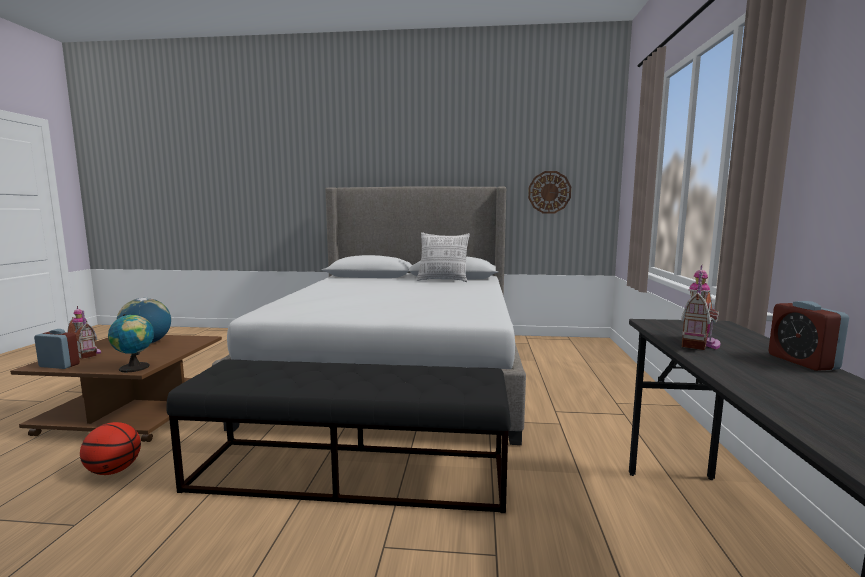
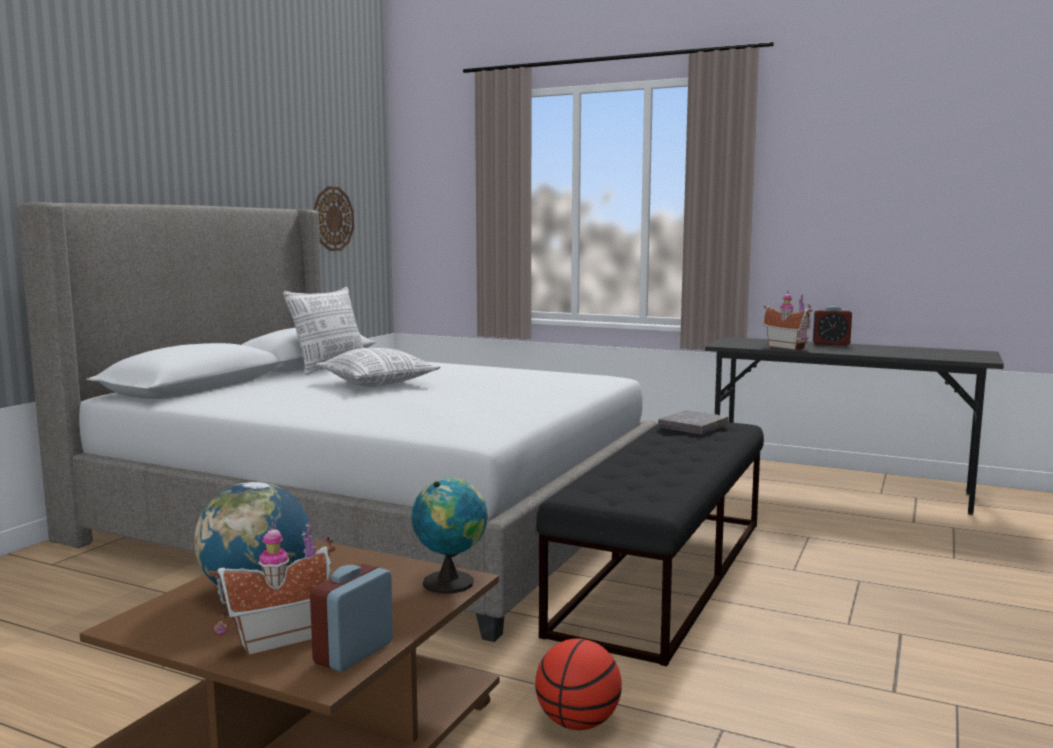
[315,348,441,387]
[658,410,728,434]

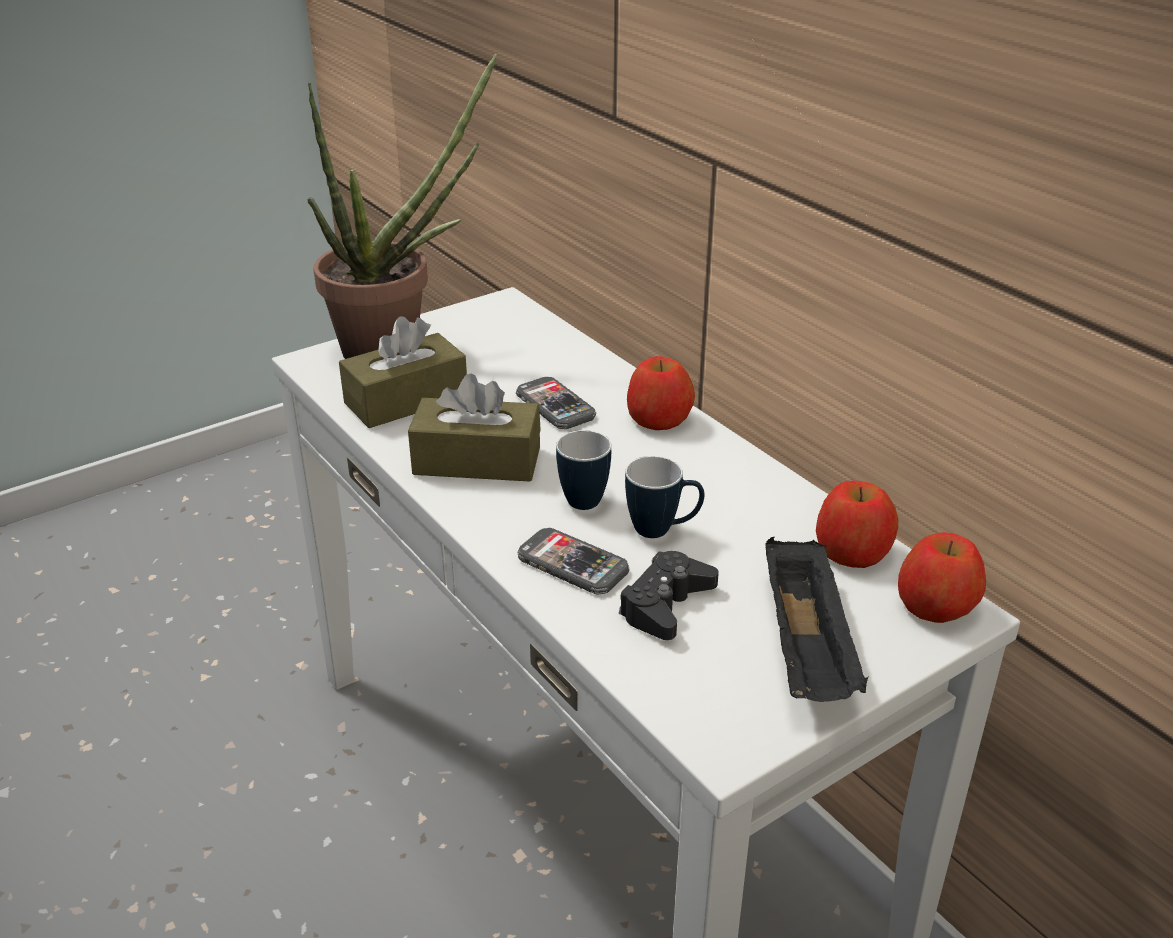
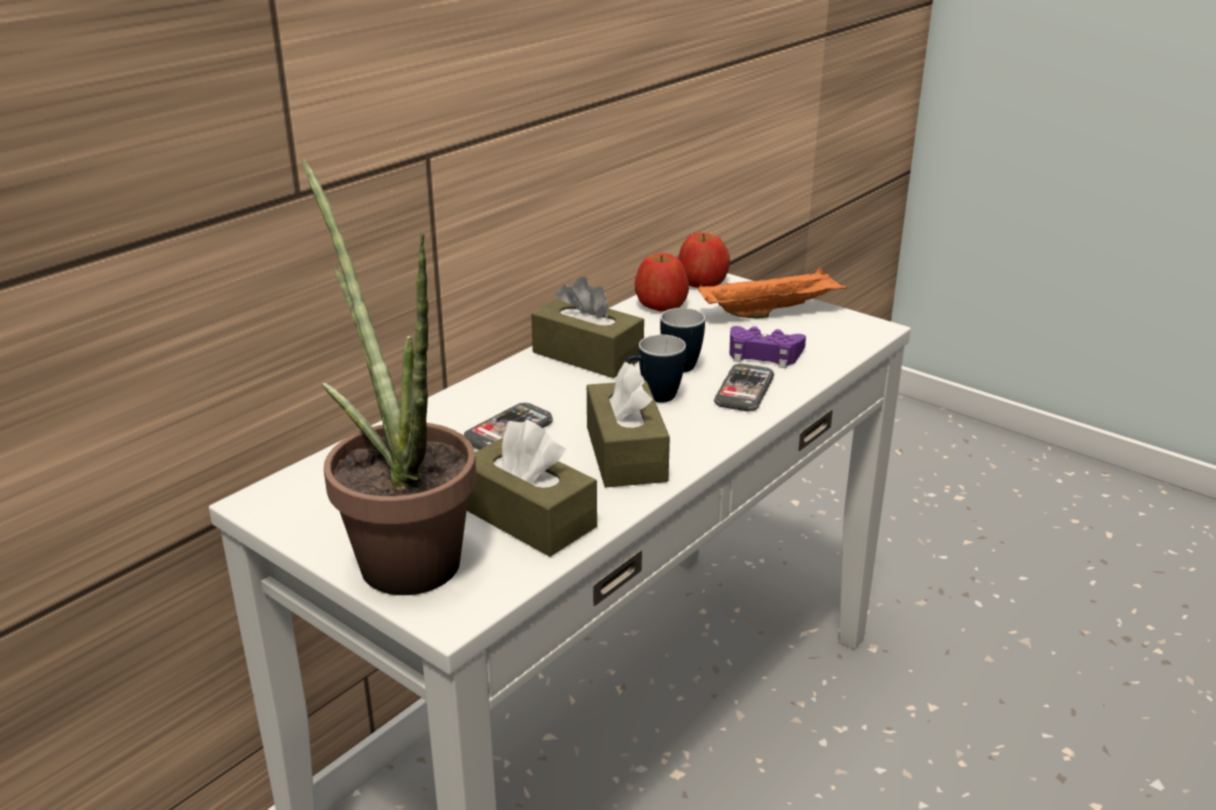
[729,326,806,368]
[627,356,695,430] (first image)
[698,267,848,318]
[531,277,644,378]

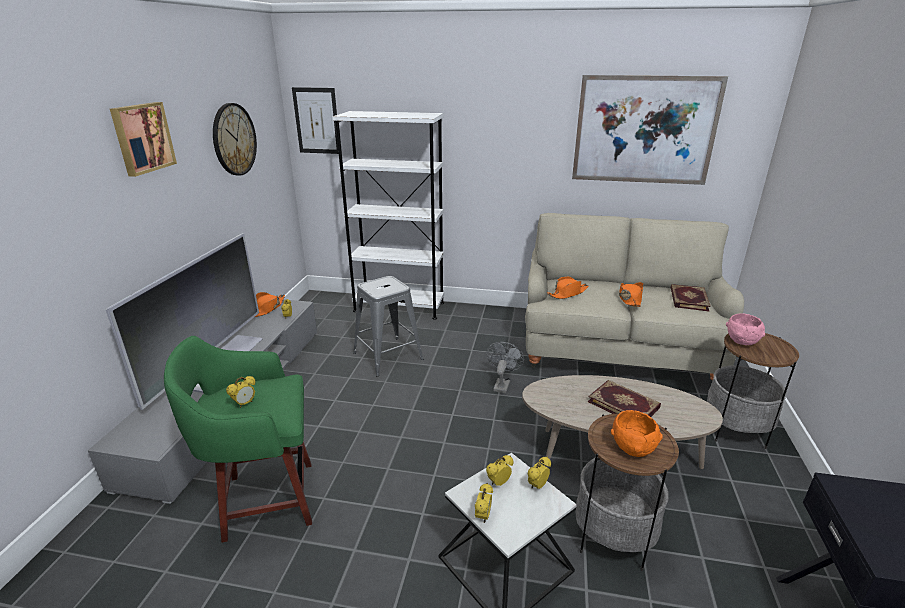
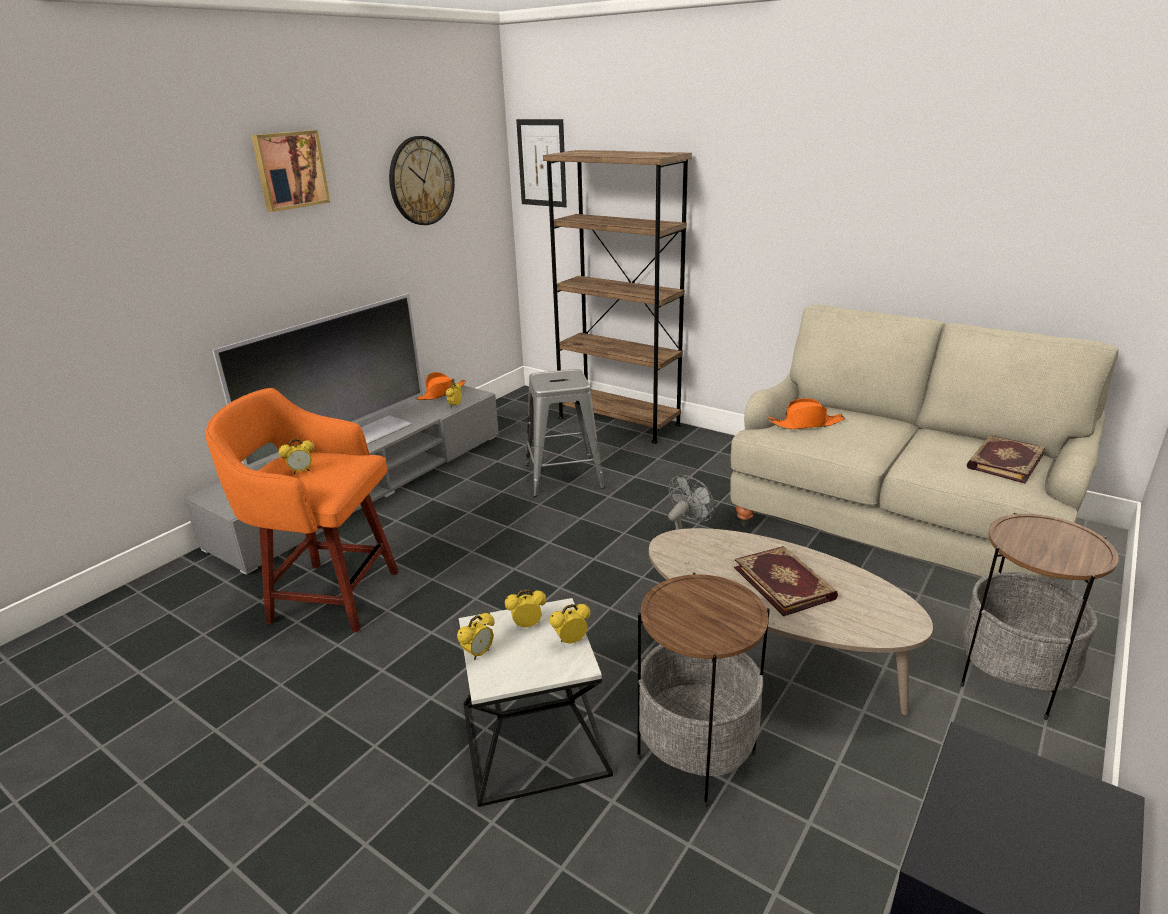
[206,388,399,632]
[543,150,692,443]
[572,75,728,185] (first image)
[611,410,663,457] (first image)
[619,282,644,307] (first image)
[726,313,765,345] (first image)

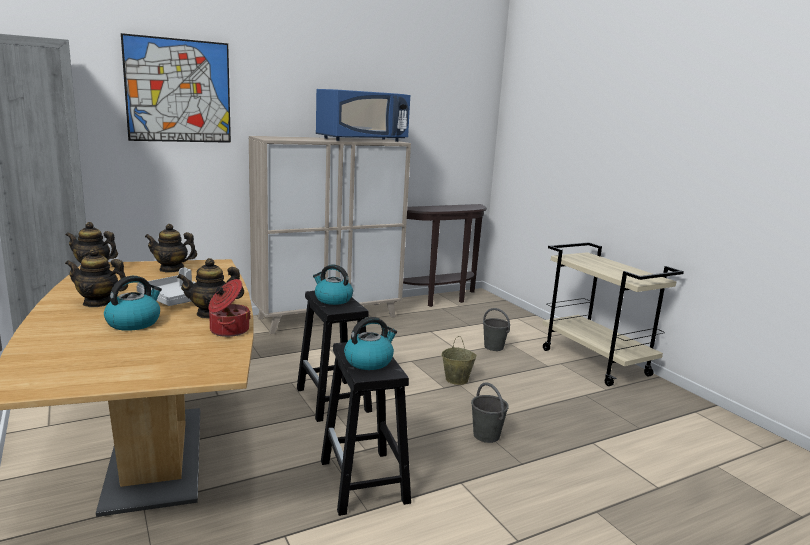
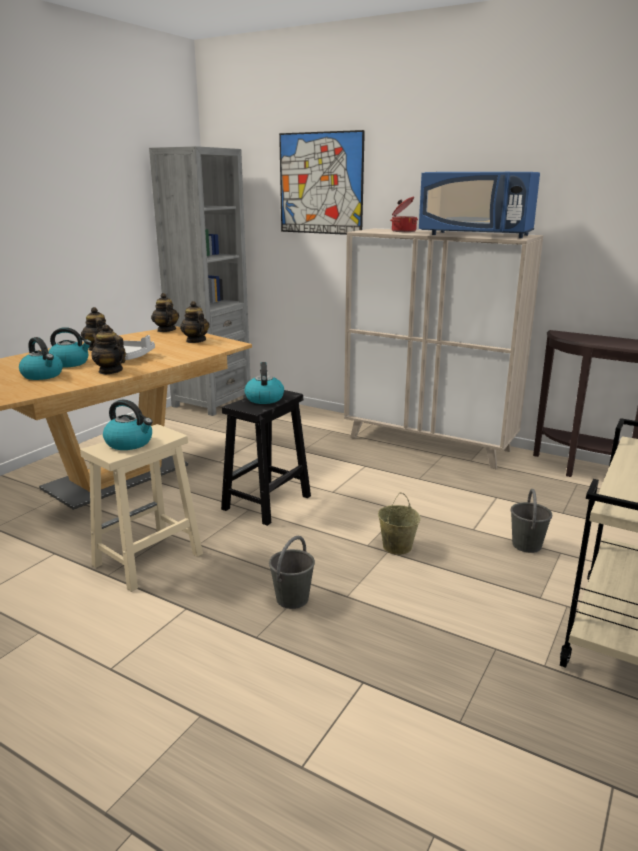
[390,197,418,232]
[80,424,203,592]
[19,337,63,380]

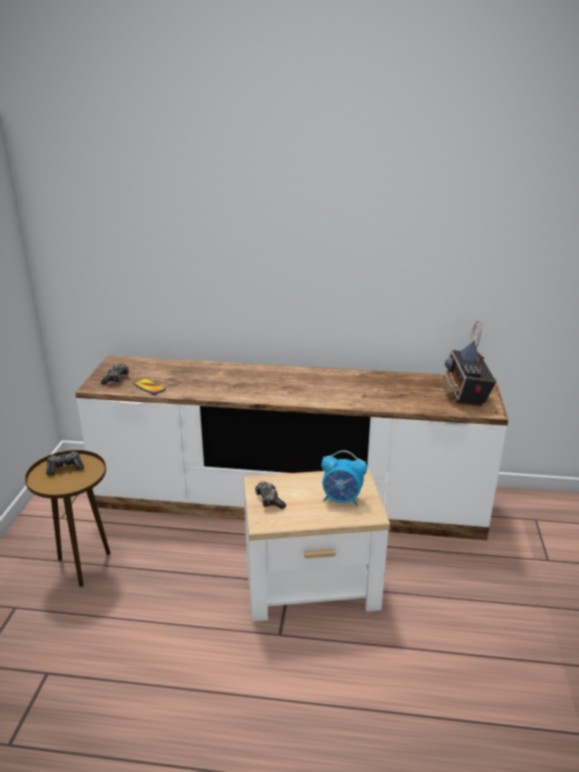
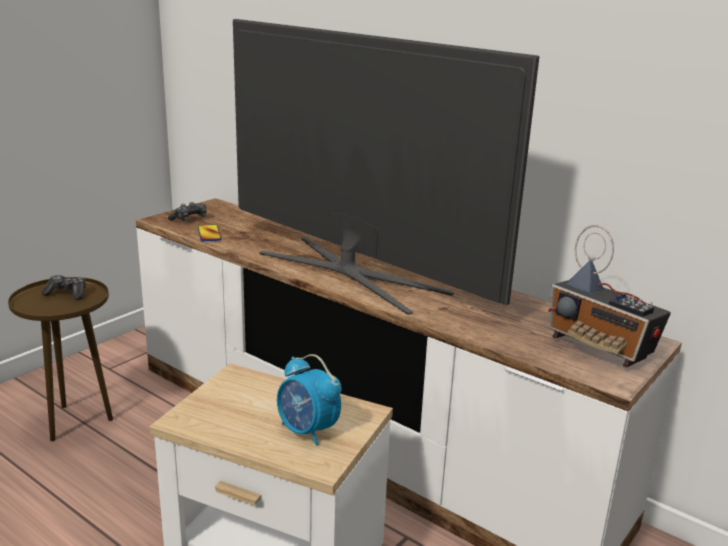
[255,482,286,509] (first image)
[548,225,671,368]
[233,19,539,315]

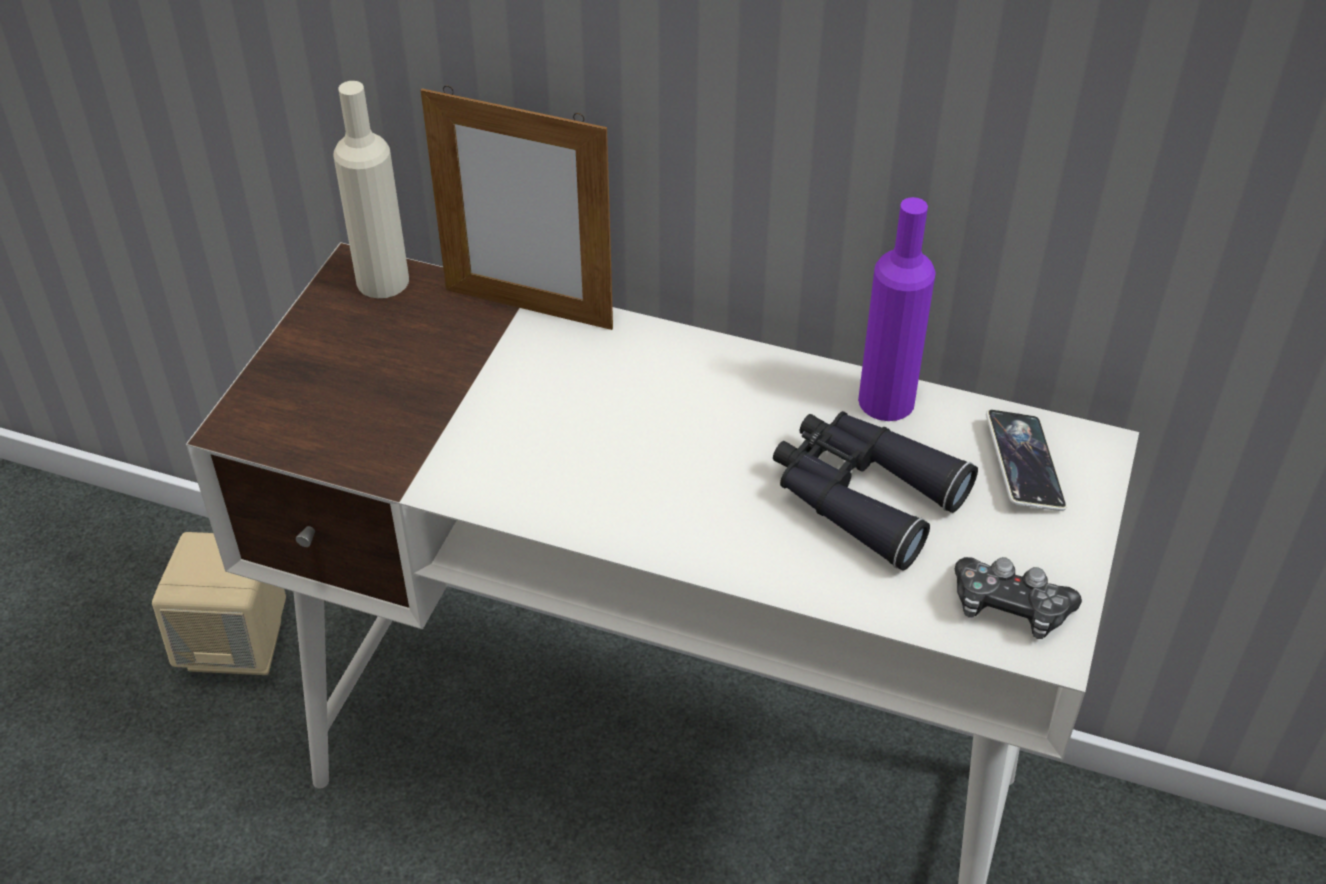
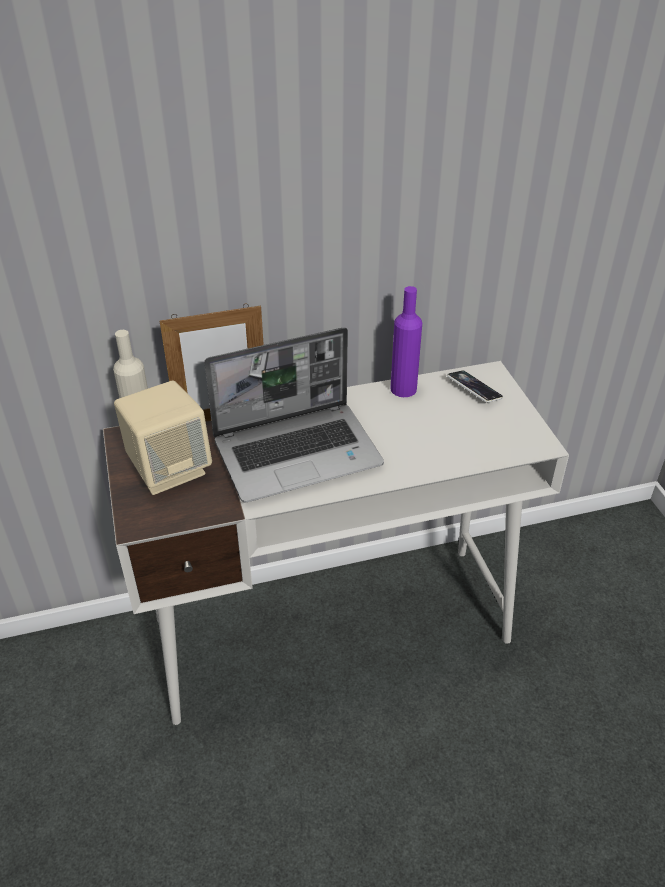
[114,380,212,495]
[773,411,978,571] (first image)
[955,557,1082,639] (first image)
[204,327,384,503]

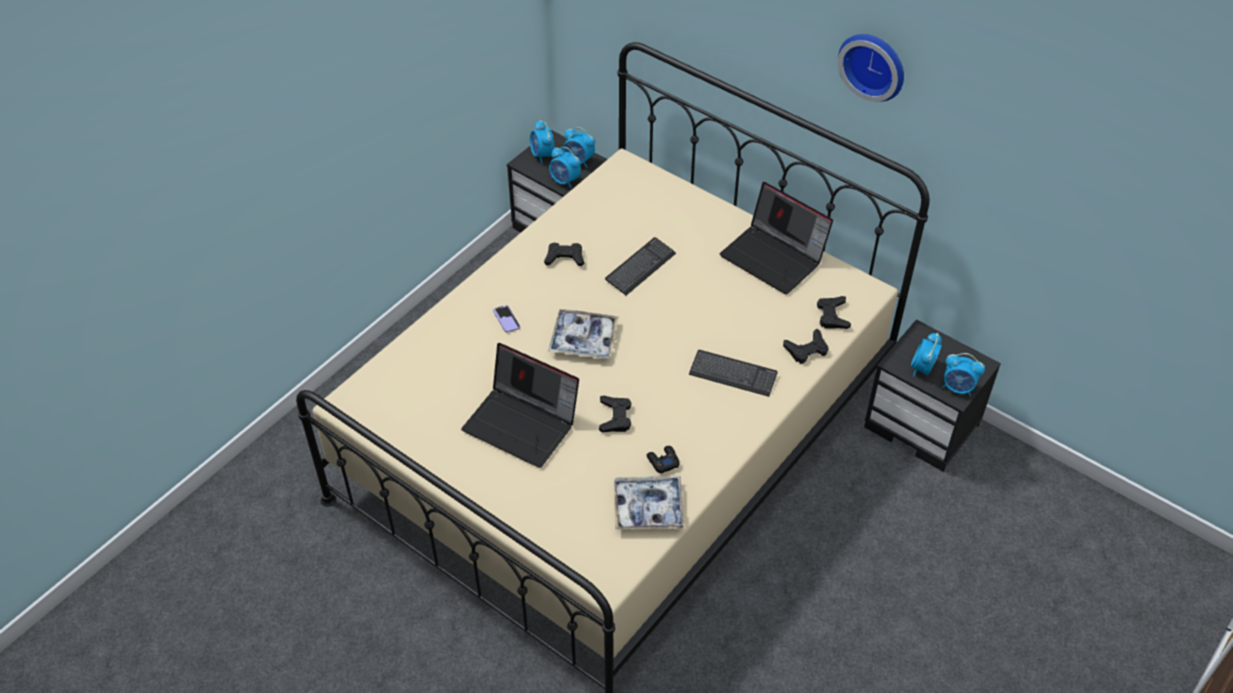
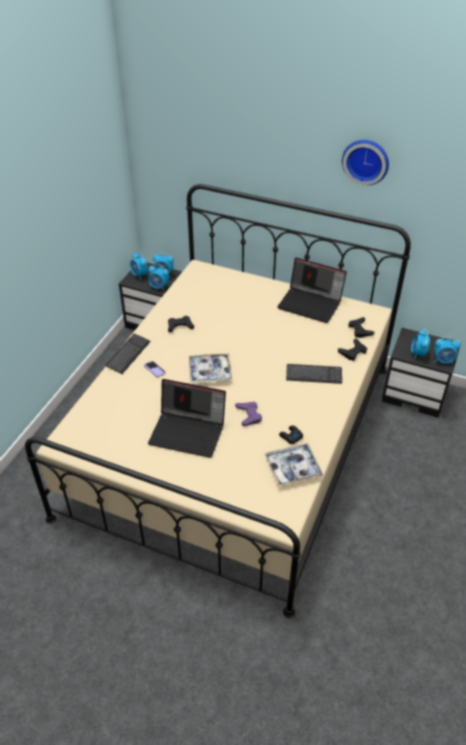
[235,402,262,426]
[105,334,151,374]

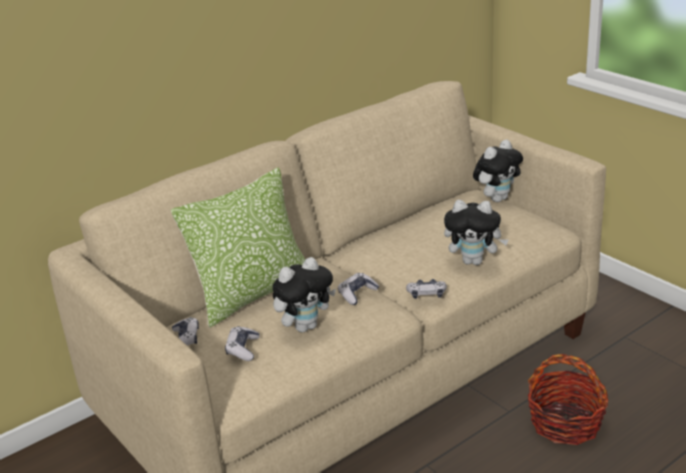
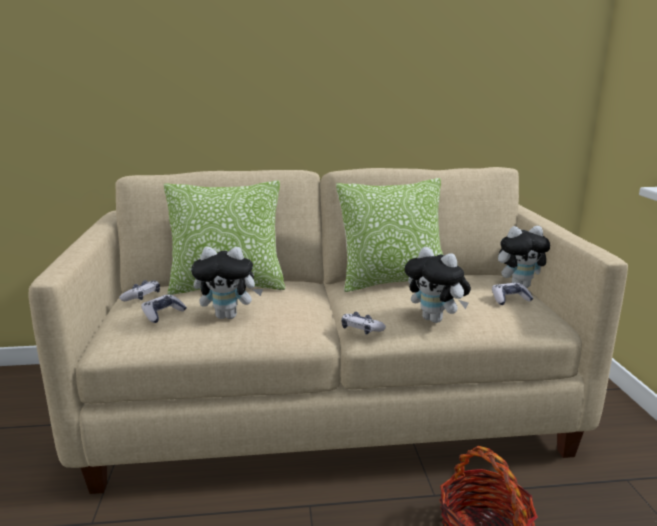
[492,282,533,305]
[336,178,443,292]

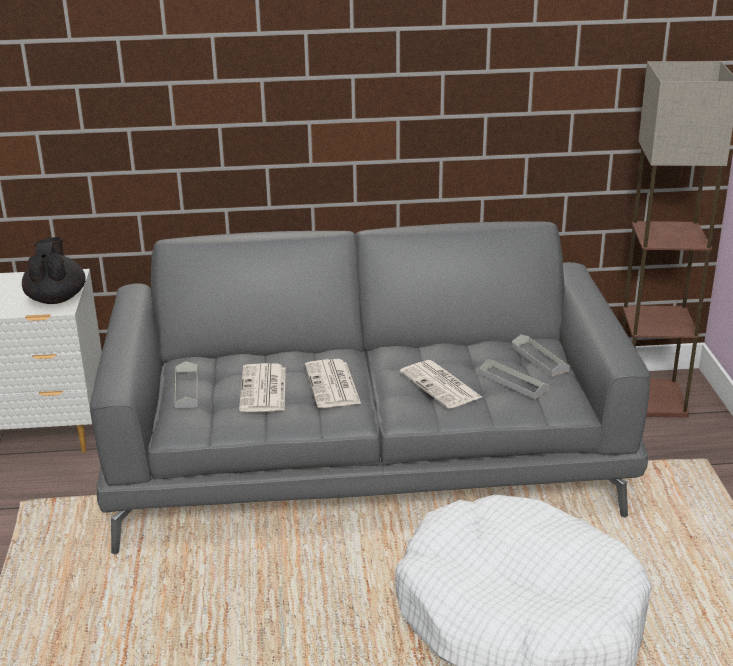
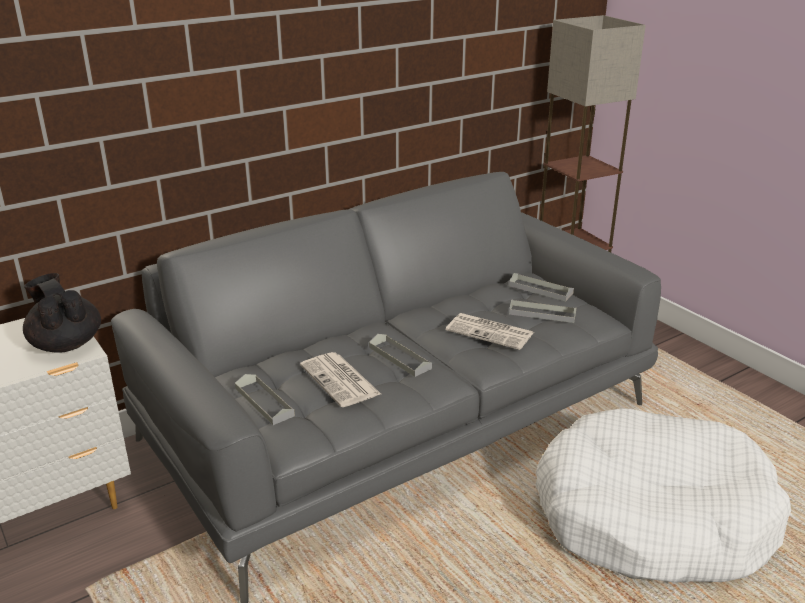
[369,334,432,377]

